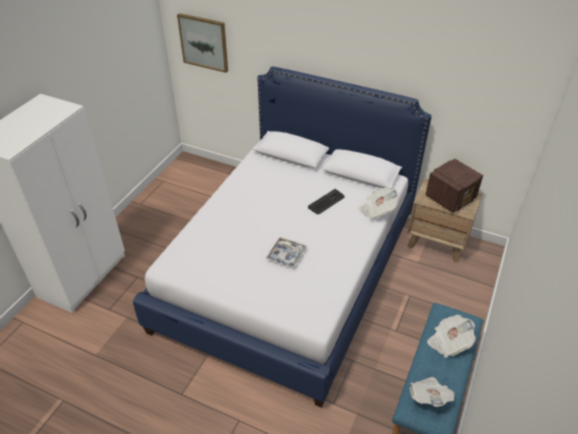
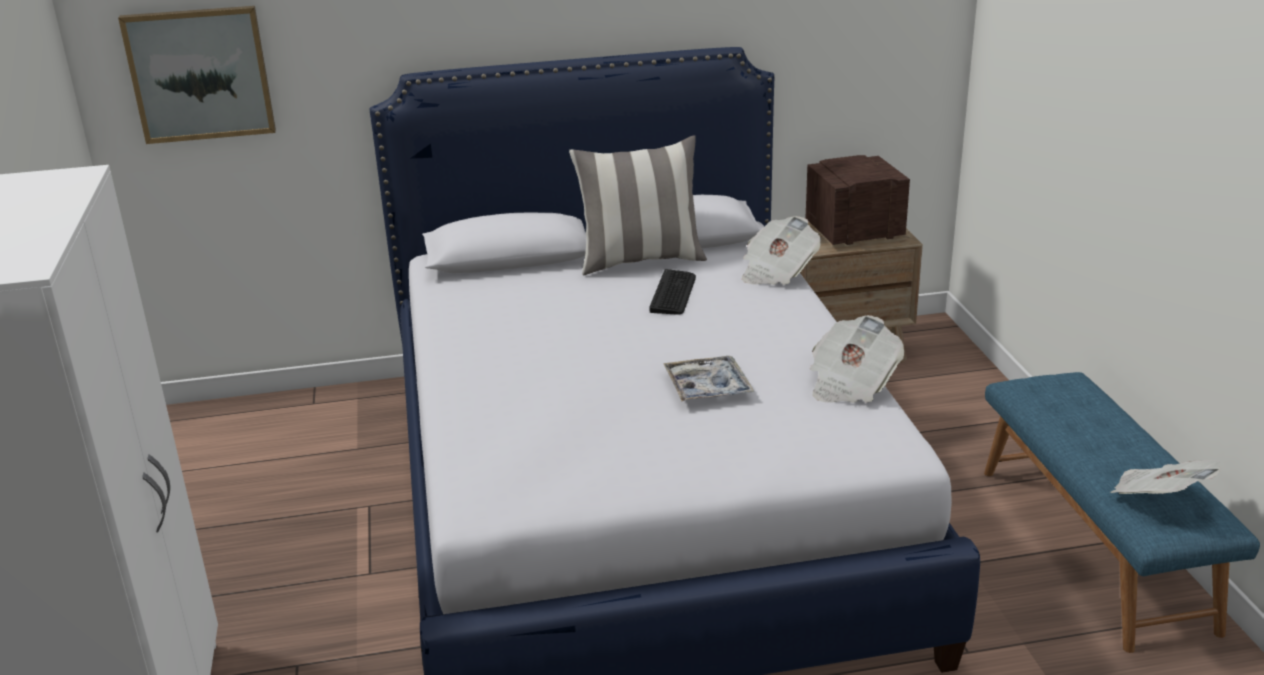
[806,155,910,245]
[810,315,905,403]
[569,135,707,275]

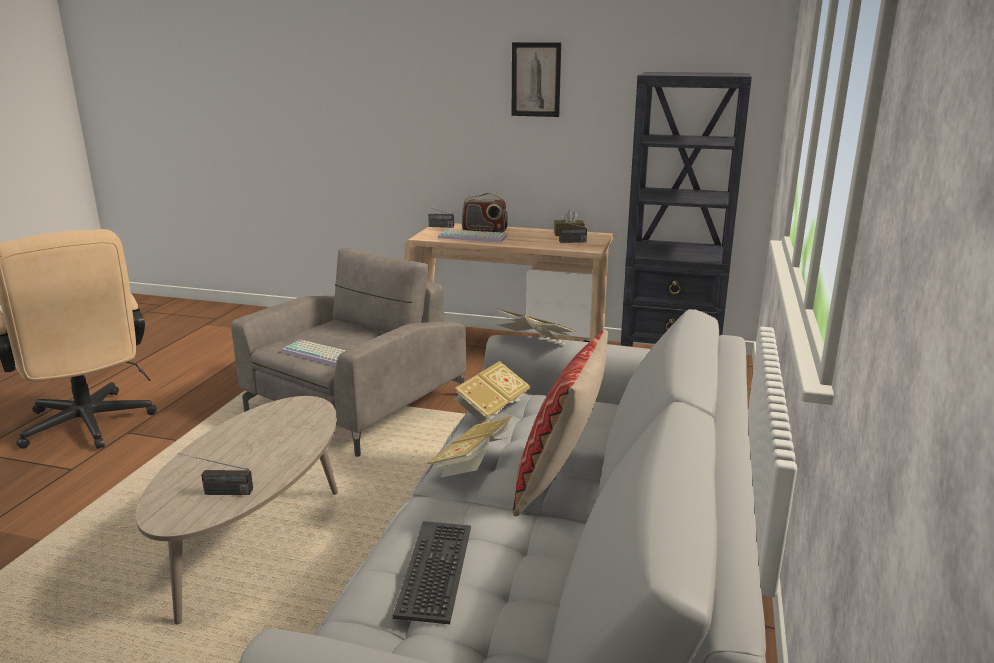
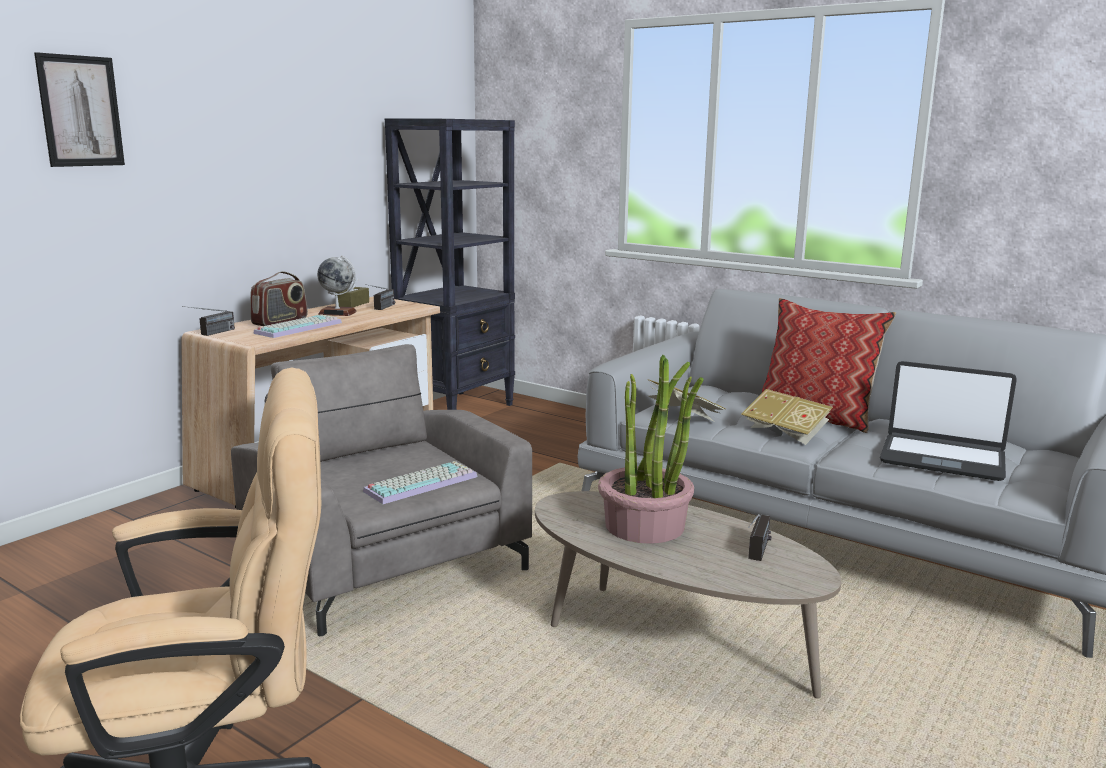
[880,361,1017,481]
[495,308,576,344] (first image)
[34,52,125,167]
[317,255,357,316]
[598,355,704,544]

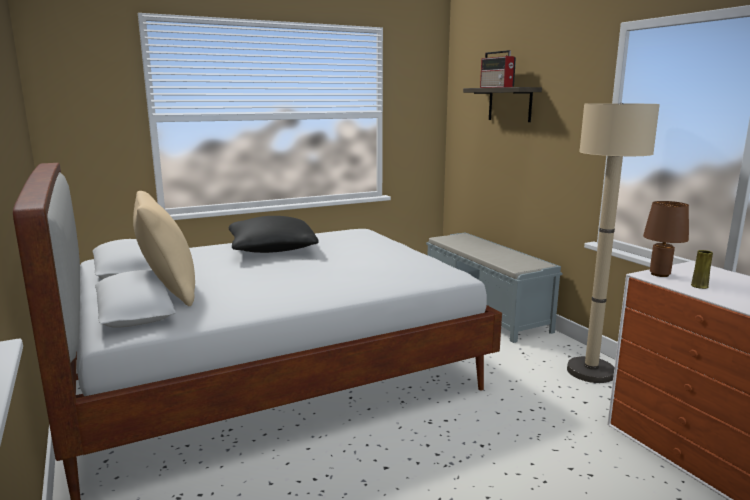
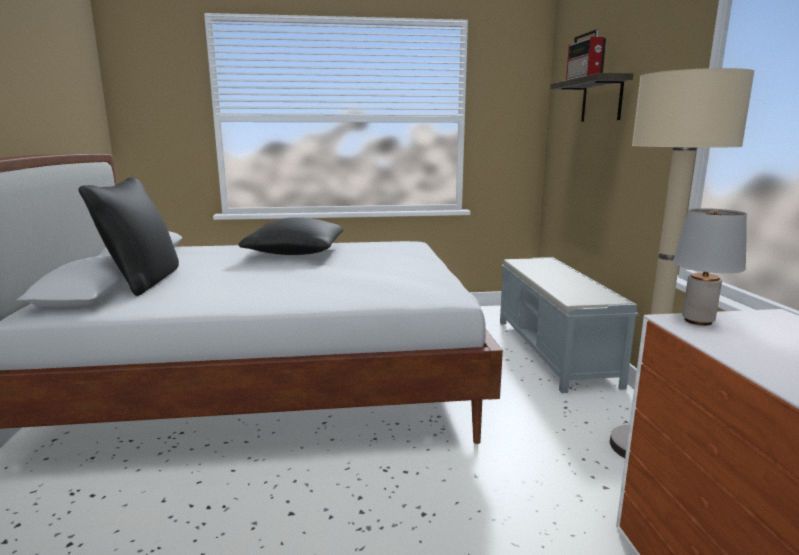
[78,177,179,296]
[673,208,747,326]
[691,250,713,289] (first image)

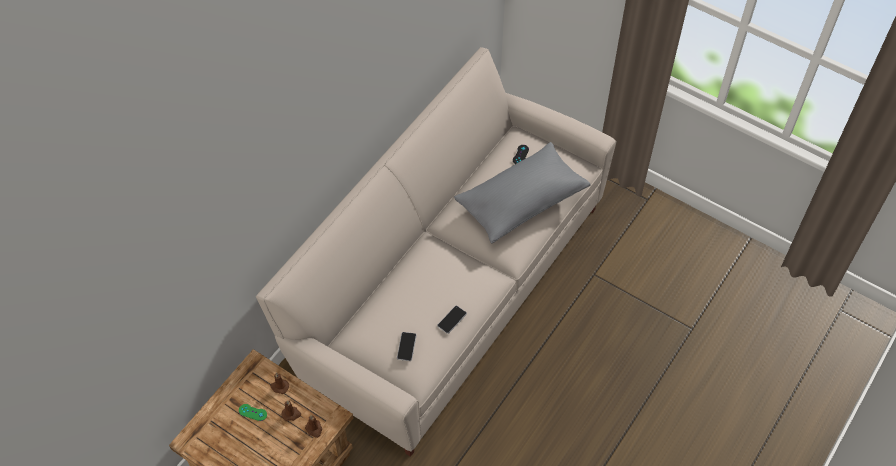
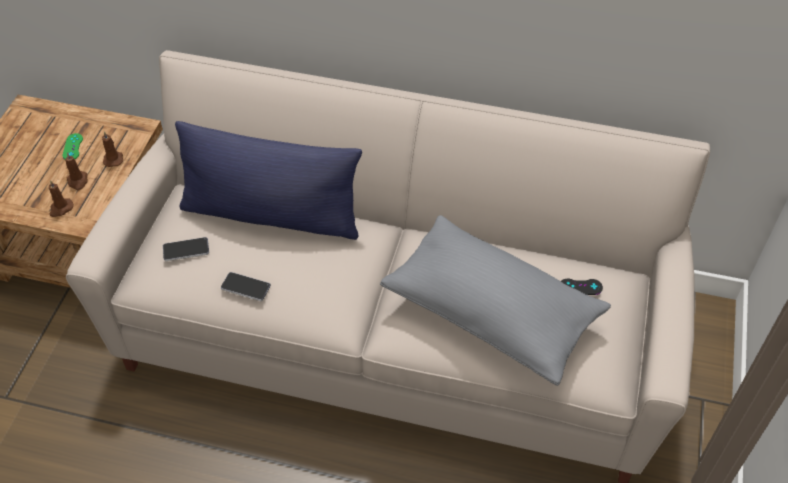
[175,121,362,240]

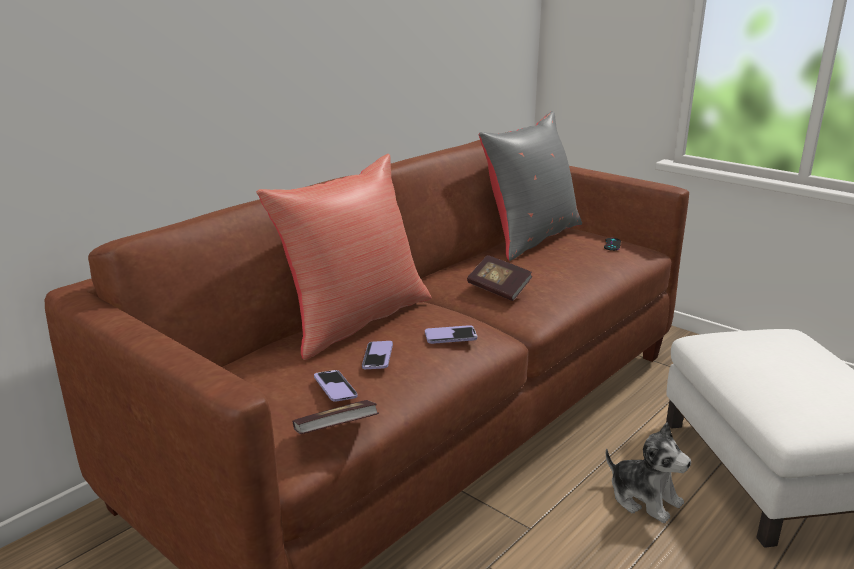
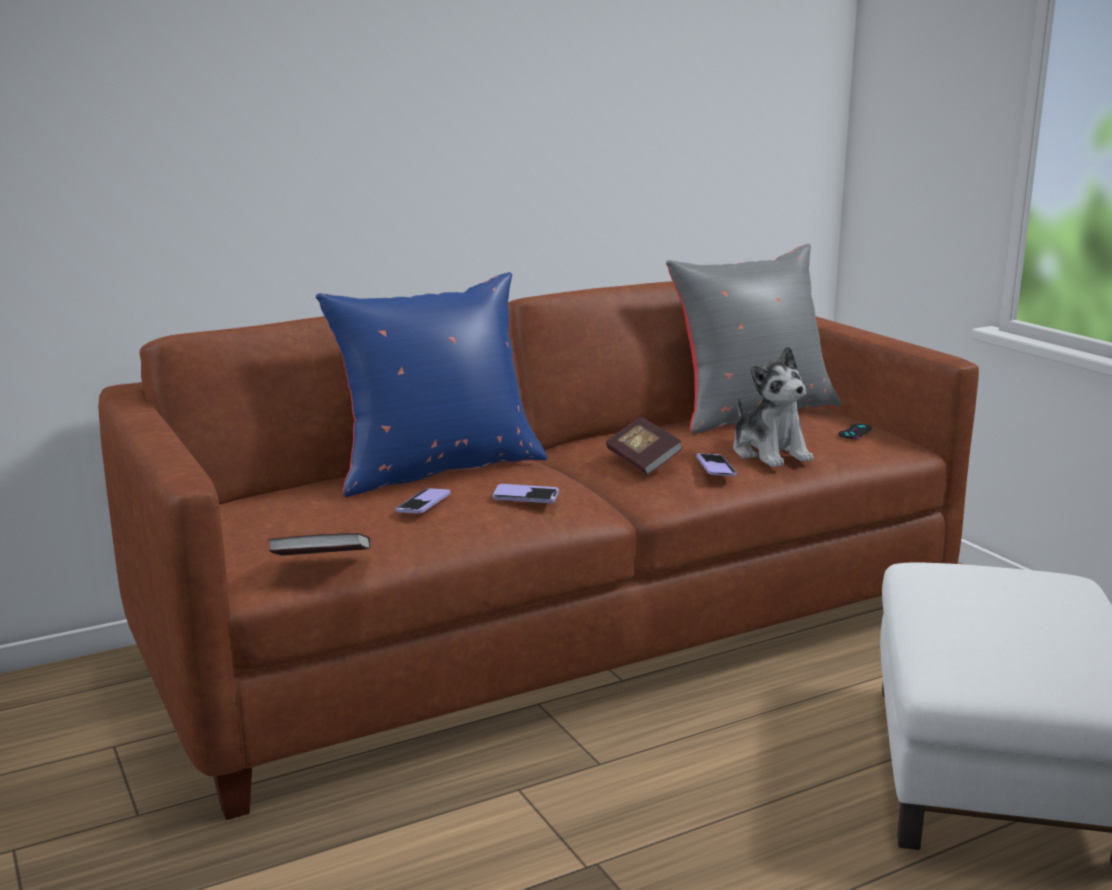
[315,272,547,497]
[696,453,736,476]
[733,346,813,467]

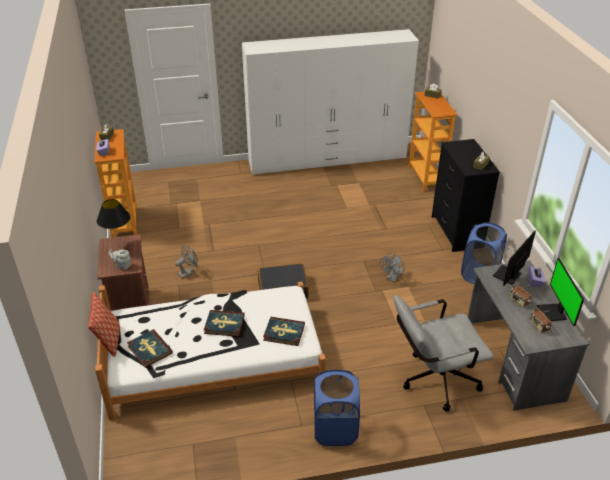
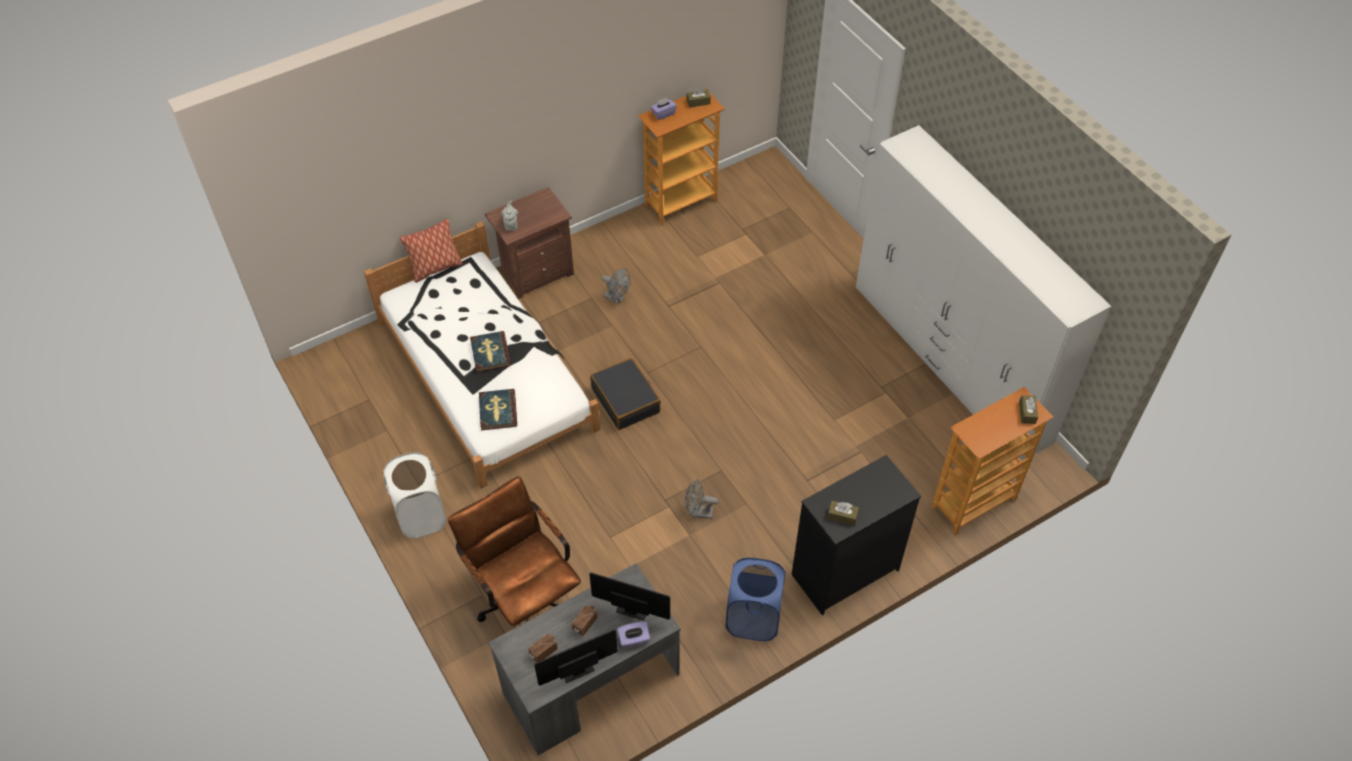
[97,199,130,243] (first image)
[127,329,173,368] (first image)
[383,452,447,539]
[448,476,581,626]

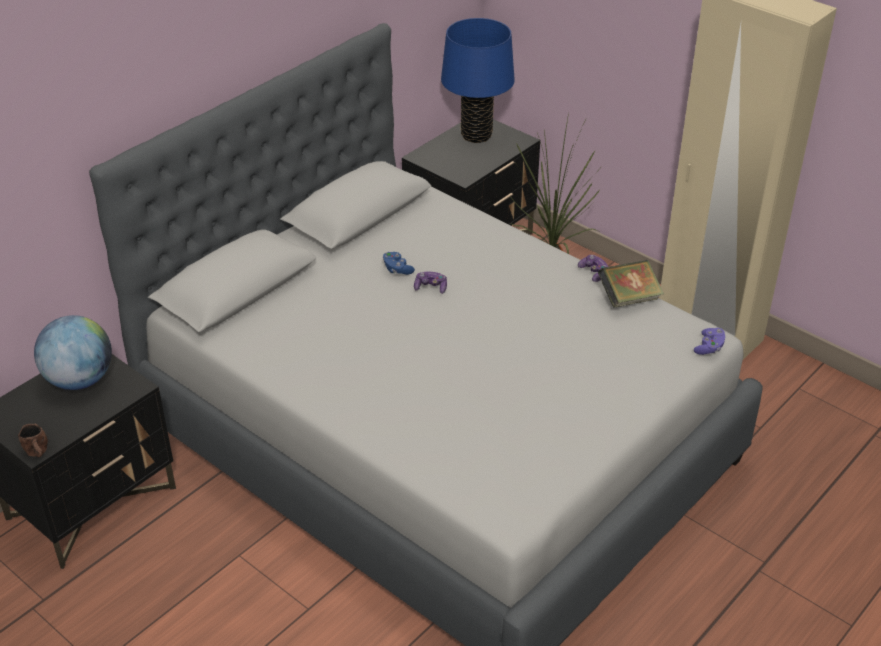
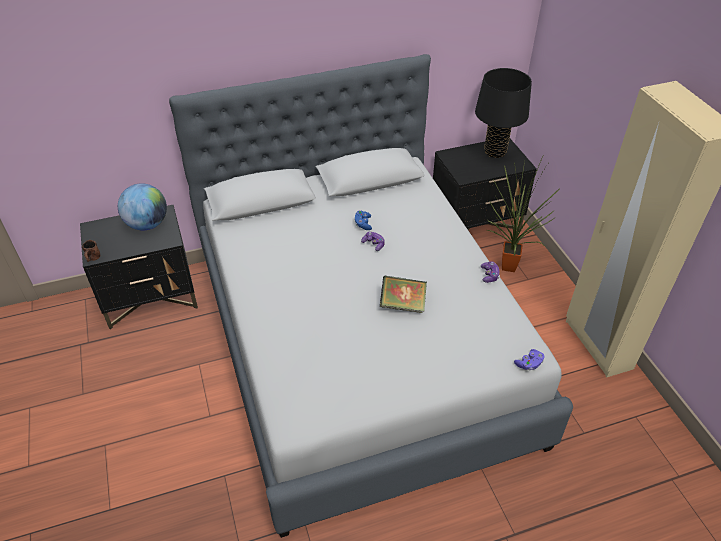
[475,68,532,158]
[380,275,427,313]

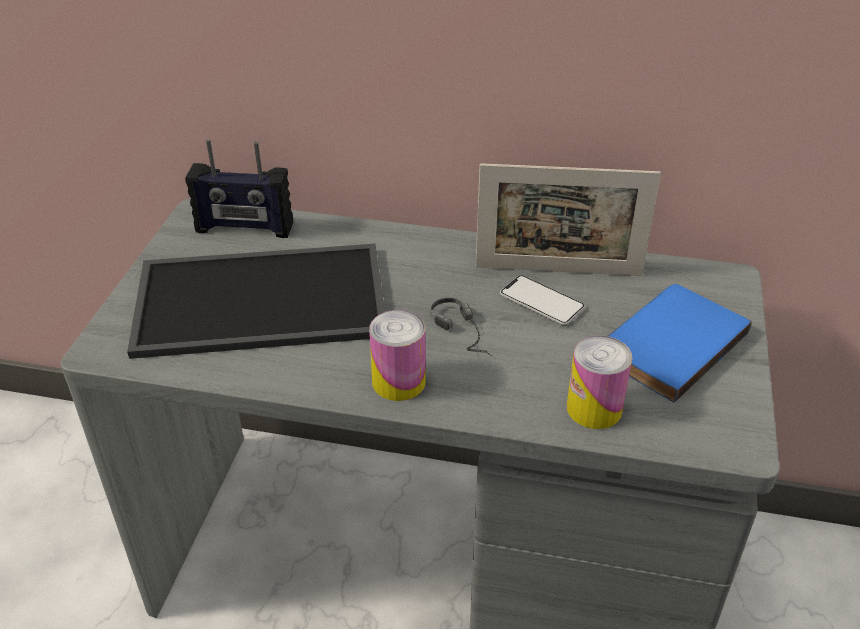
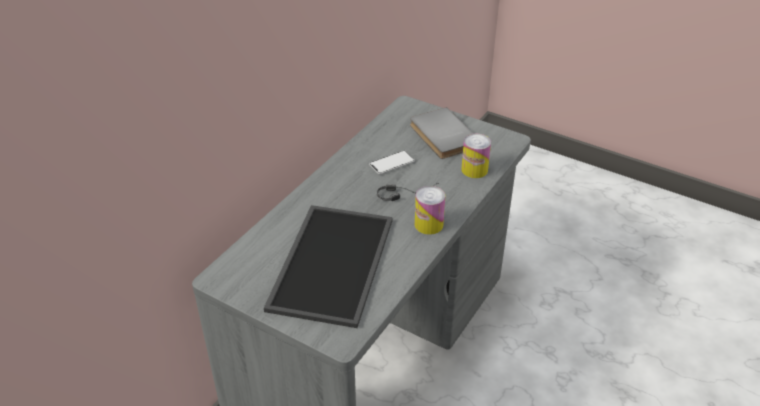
[185,139,293,238] (first image)
[476,163,661,276] (first image)
[410,107,474,159]

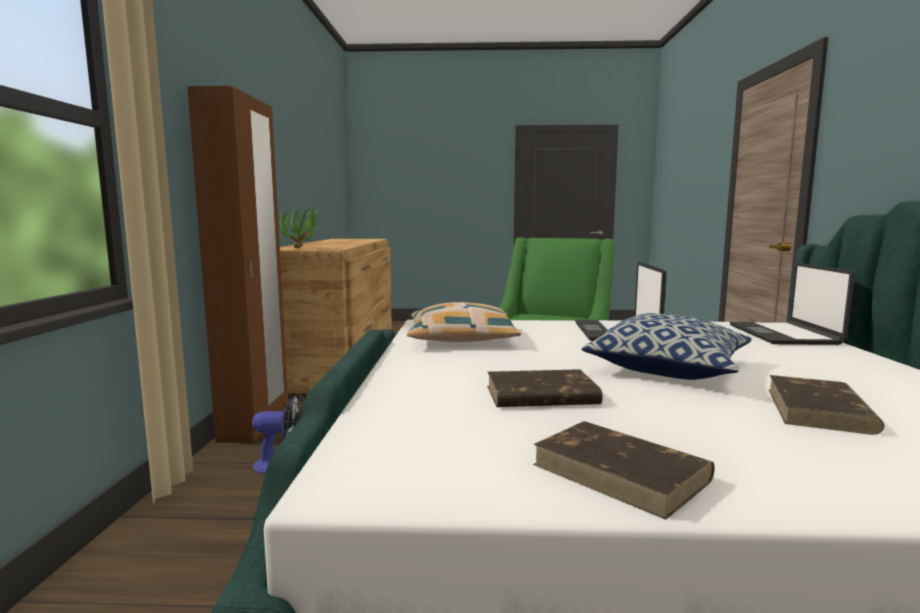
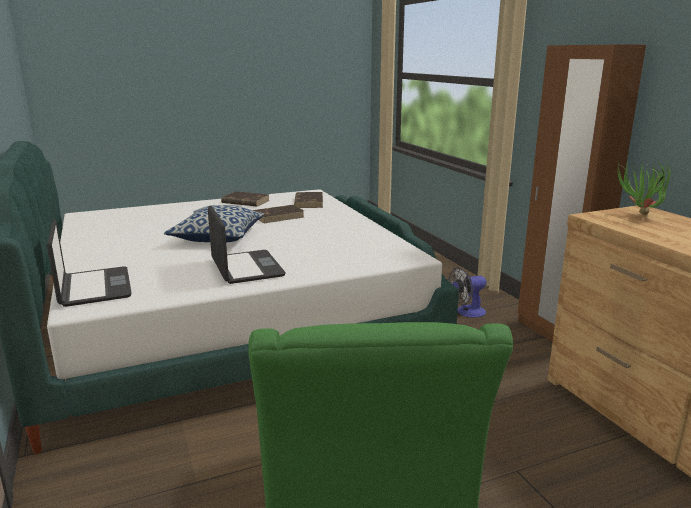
[407,302,521,342] (first image)
[294,192,323,208]

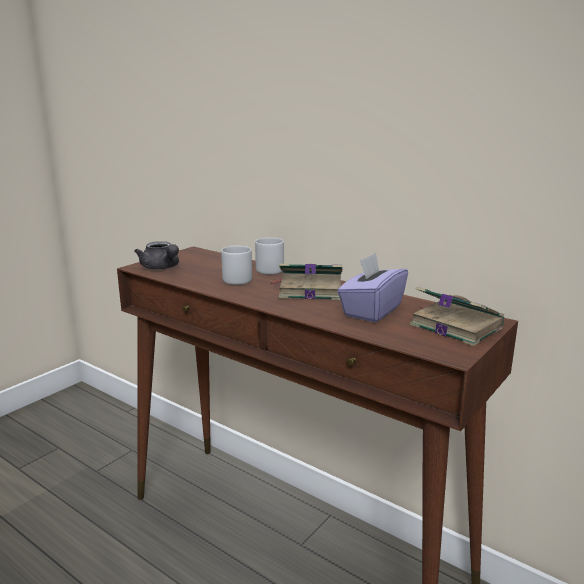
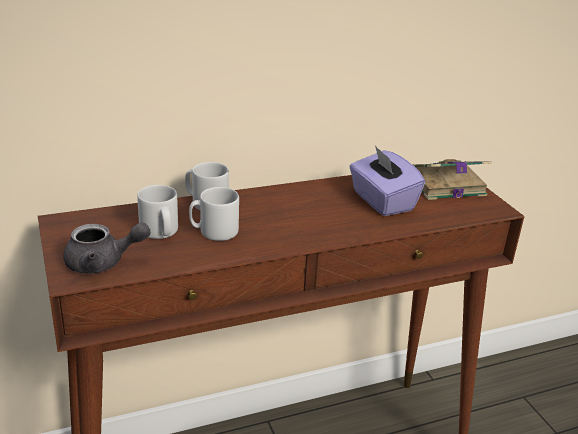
[270,263,342,300] (first image)
[137,185,178,239]

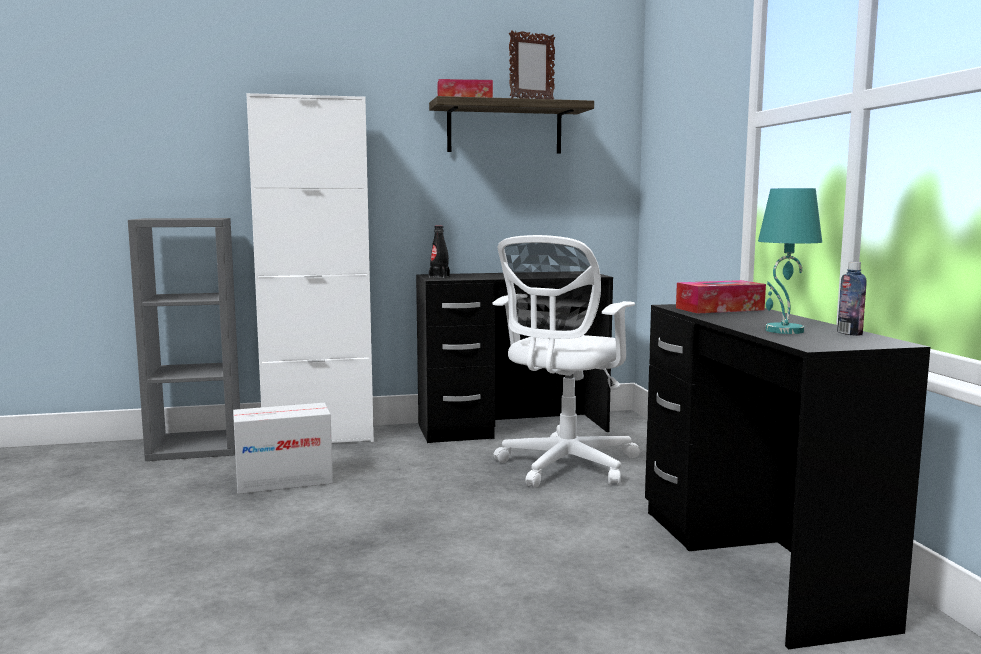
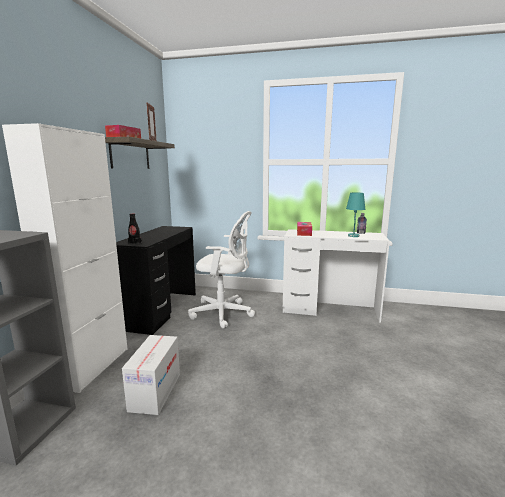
[188,211,255,328]
[283,229,390,323]

